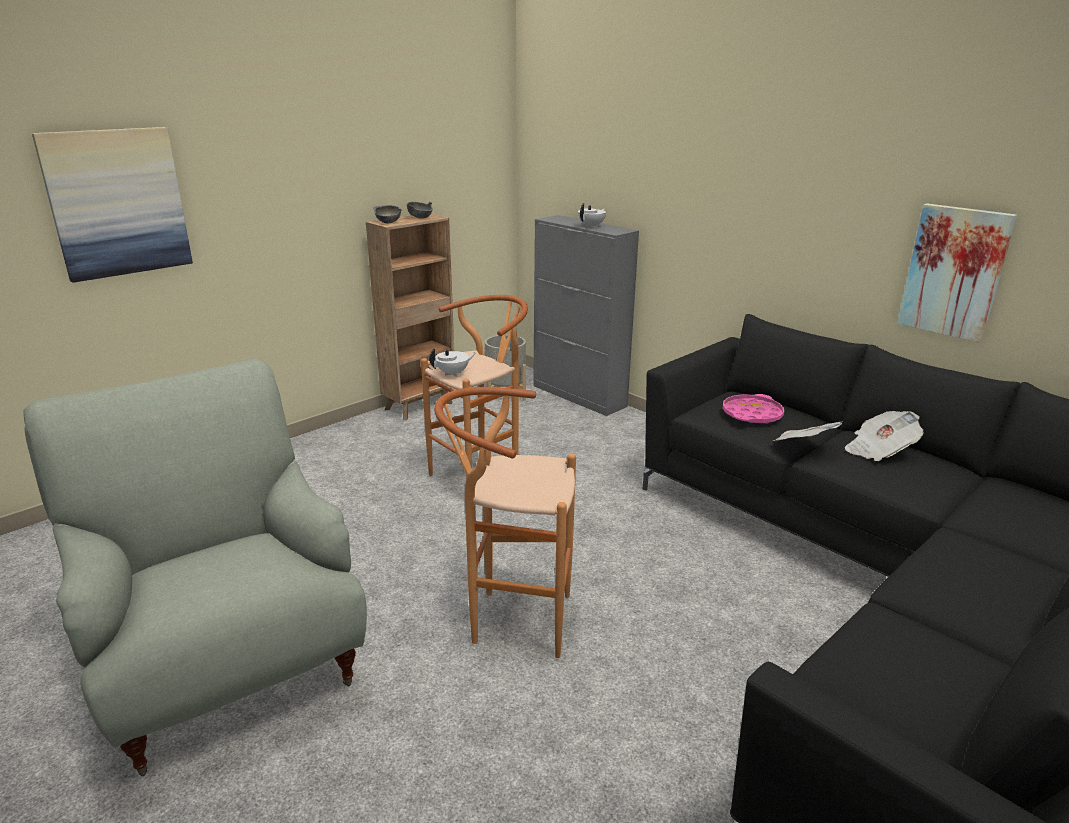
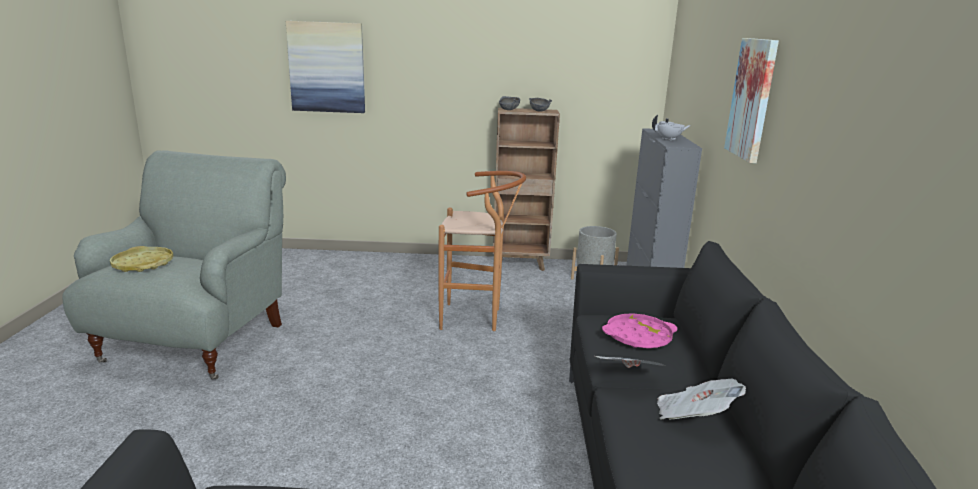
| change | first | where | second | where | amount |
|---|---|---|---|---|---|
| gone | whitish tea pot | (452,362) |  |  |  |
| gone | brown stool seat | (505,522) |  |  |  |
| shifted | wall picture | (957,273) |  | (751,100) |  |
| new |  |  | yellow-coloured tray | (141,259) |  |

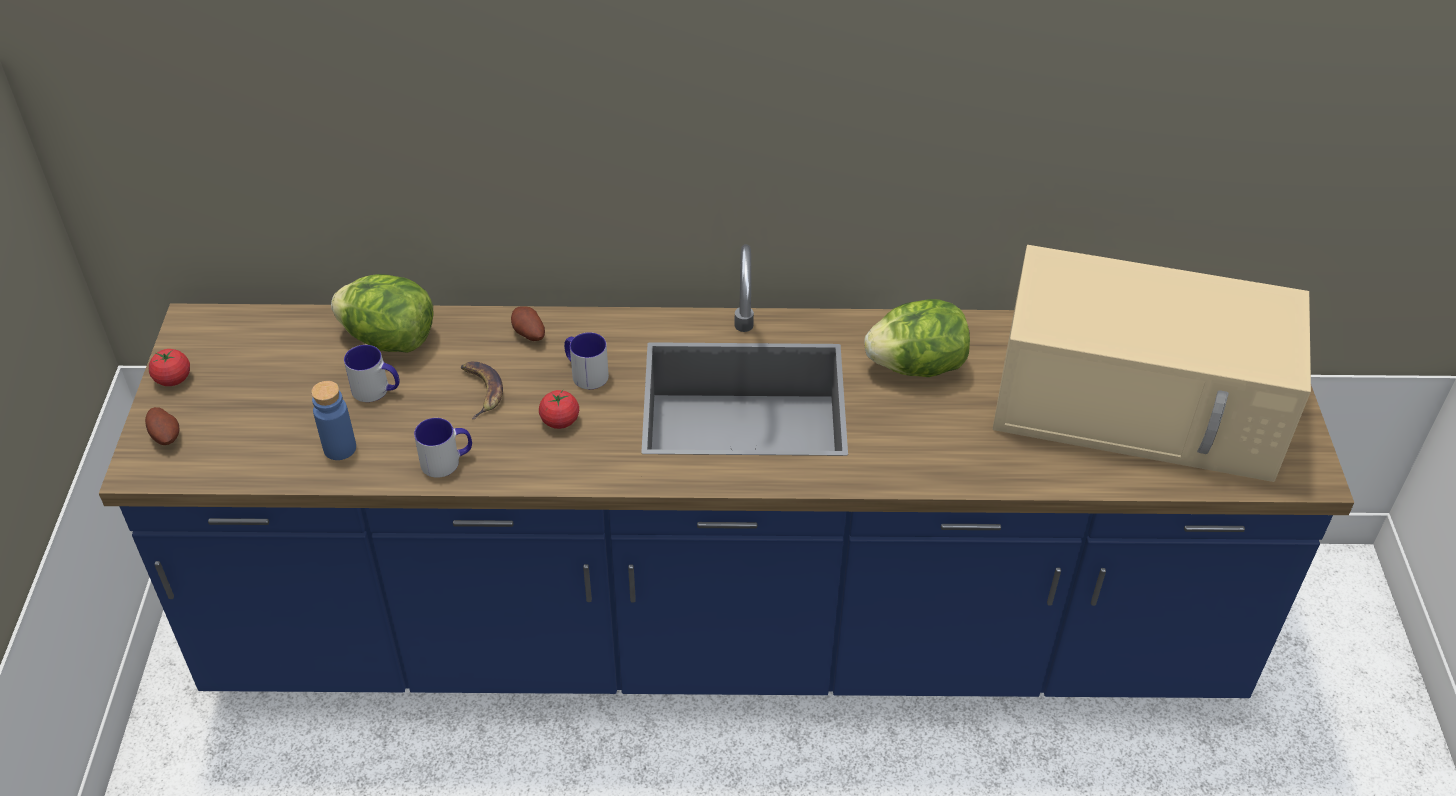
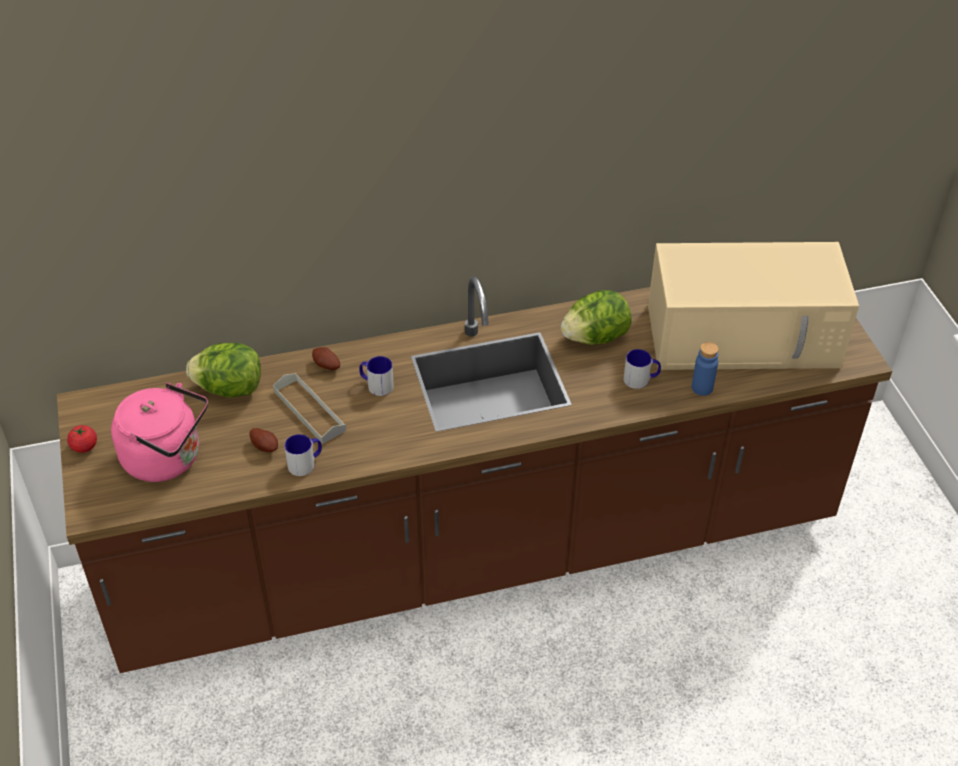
| change | first | where | second | where | amount |
|---|---|---|---|---|---|
| repainted | blue-coloured kitchen counter | (726,471) | brown kitchen counter | (474,474) |  |
| shifted | potato | (162,426) |  | (264,440) |  |
| shifted | blue-coloured drink bottle | (333,420) |  | (705,369) |  |
| shifted | tea mug | (372,373) |  | (642,369) |  |
| swapped | banana fruit | (482,390) | grey tray | (309,408) |  |
| gone | whole tomato | (559,409) |  |  |  |
| new |  |  | pinkish kettle | (159,432) |  |

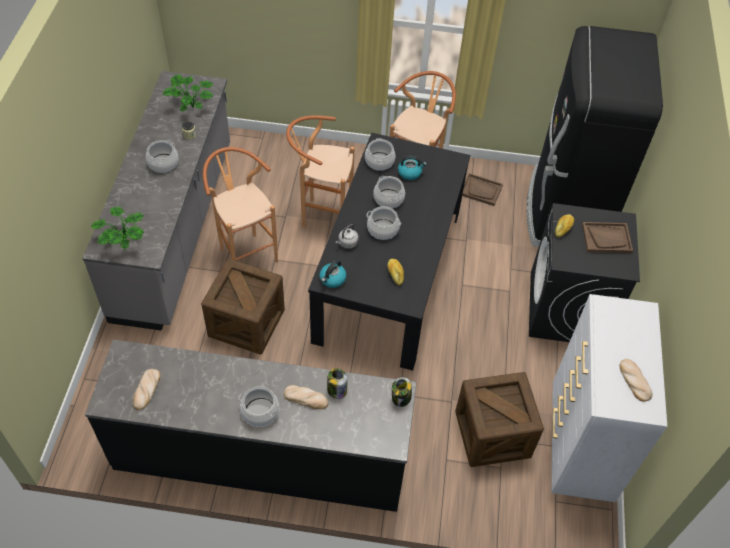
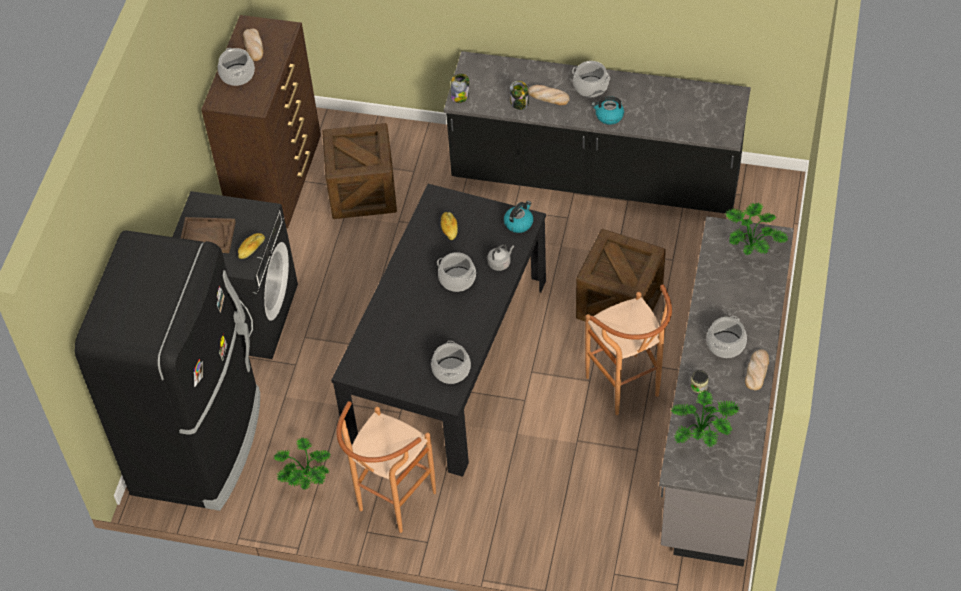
| change | first | where | second | where | amount |
|---|---|---|---|---|---|
| shifted | baked bread | (146,389) |  | (757,370) |  |
| gone | brown stool seat | (320,171) |  |  |  |
| shifted | saucepot | (389,192) |  | (236,67) |  |
| shifted | kettle | (412,168) |  | (607,110) |  |
| swapped | brown tray | (482,189) | plant in a pot | (302,463) |  |
| repainted | whitish chest of drawers | (609,398) | brown chest of drawers | (261,121) |  |

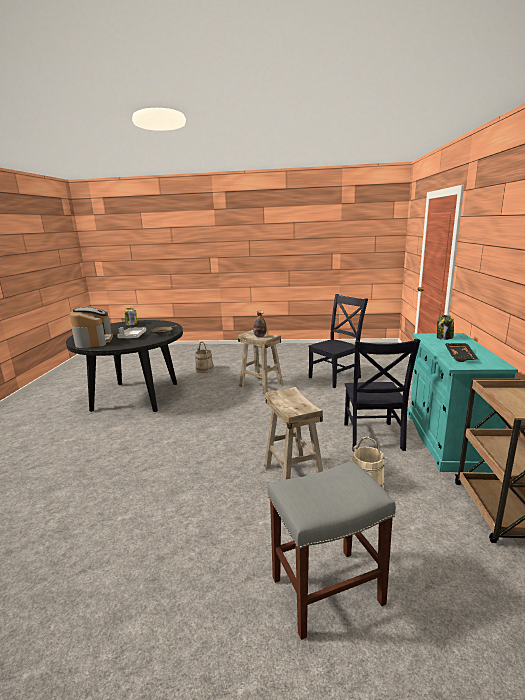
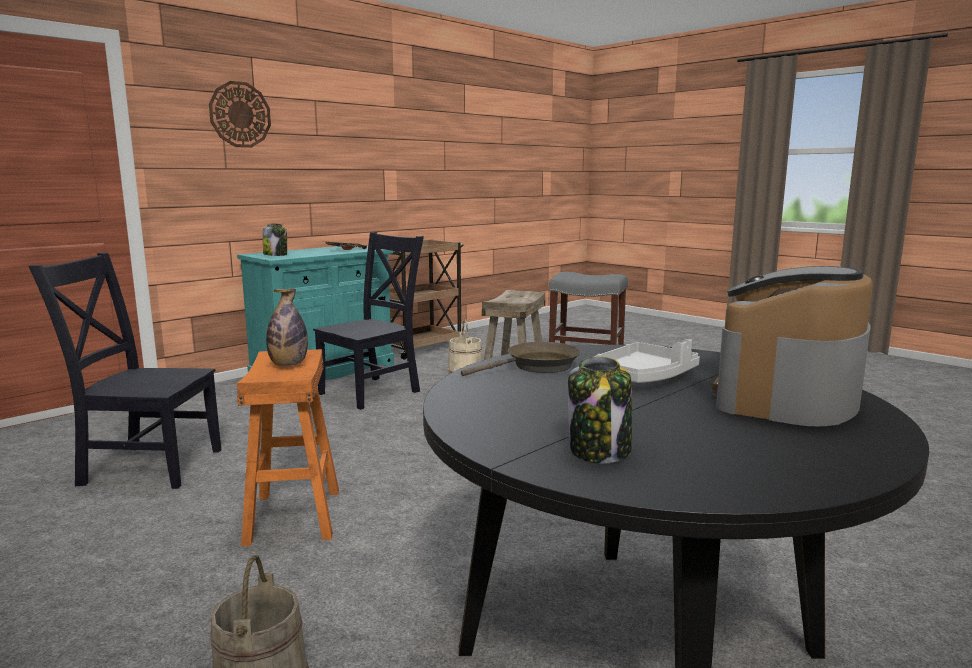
| change | first | where | second | where | amount |
|---|---|---|---|---|---|
| repainted | beige stool seat | (261,362) | orangey stool seat | (288,447) |  |
| new |  |  | clock on the wall | (240,114) |  |

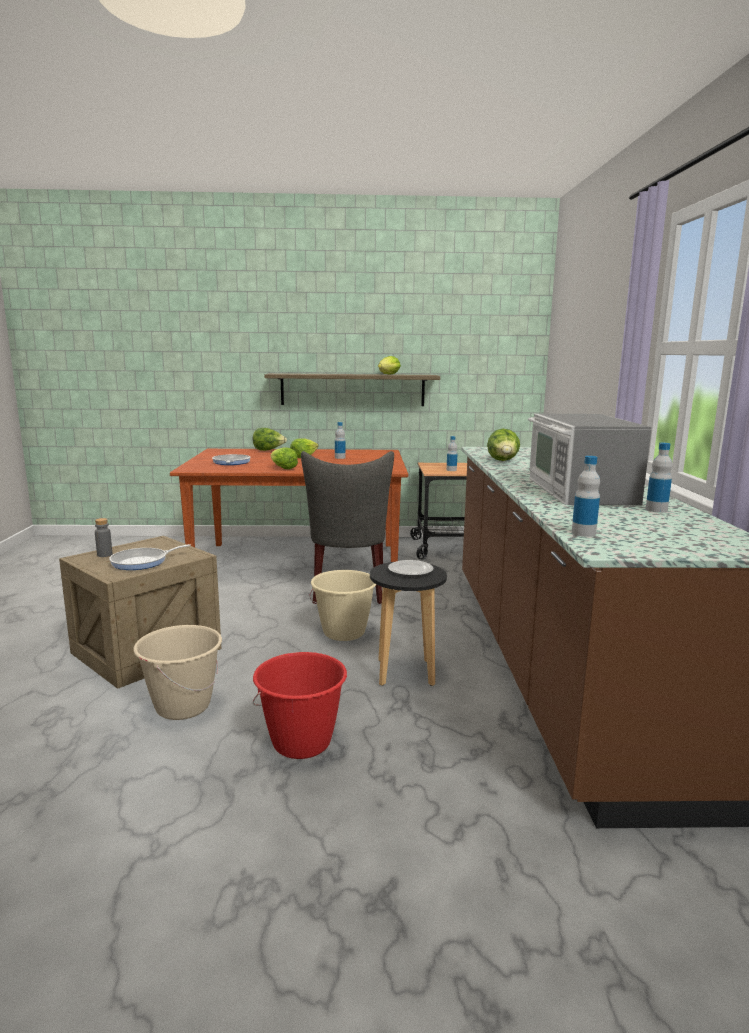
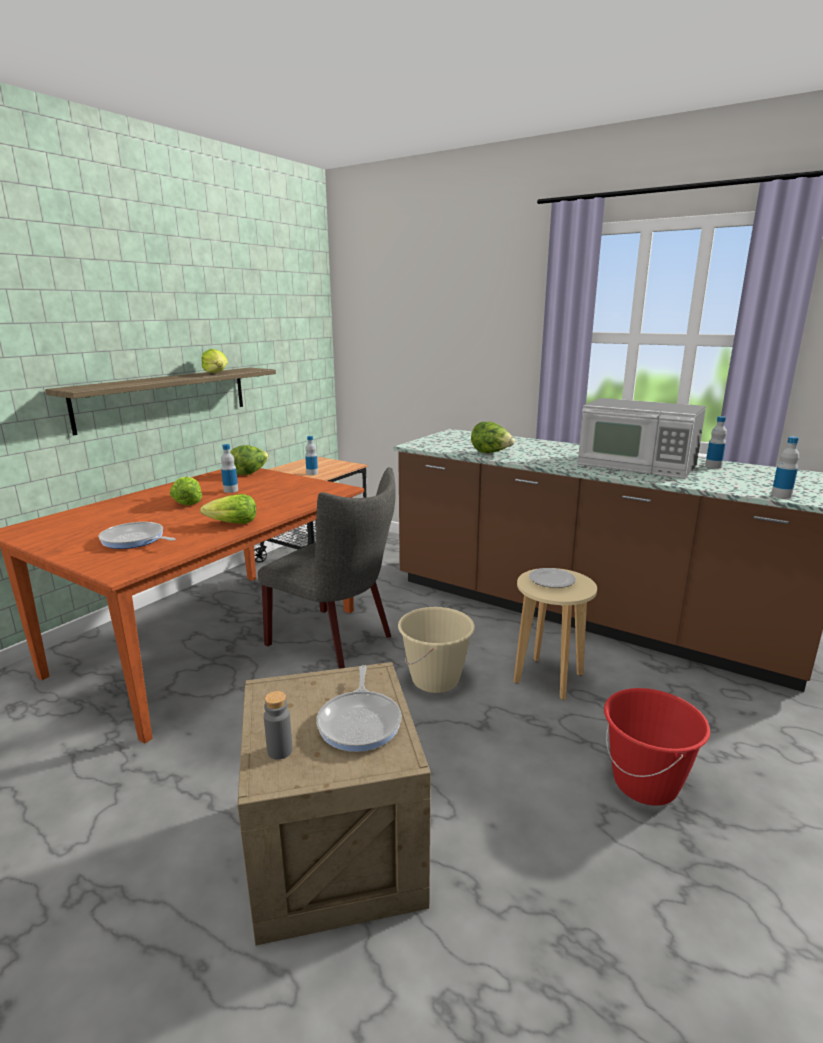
| change | first | where | second | where | amount |
|---|---|---|---|---|---|
| gone | beige bucket | (177,672) |  |  |  |
| shifted | lettuce | (270,439) |  | (249,460) |  |
| repainted | blackish stool seat | (408,624) | beige stool seat | (555,634) |  |

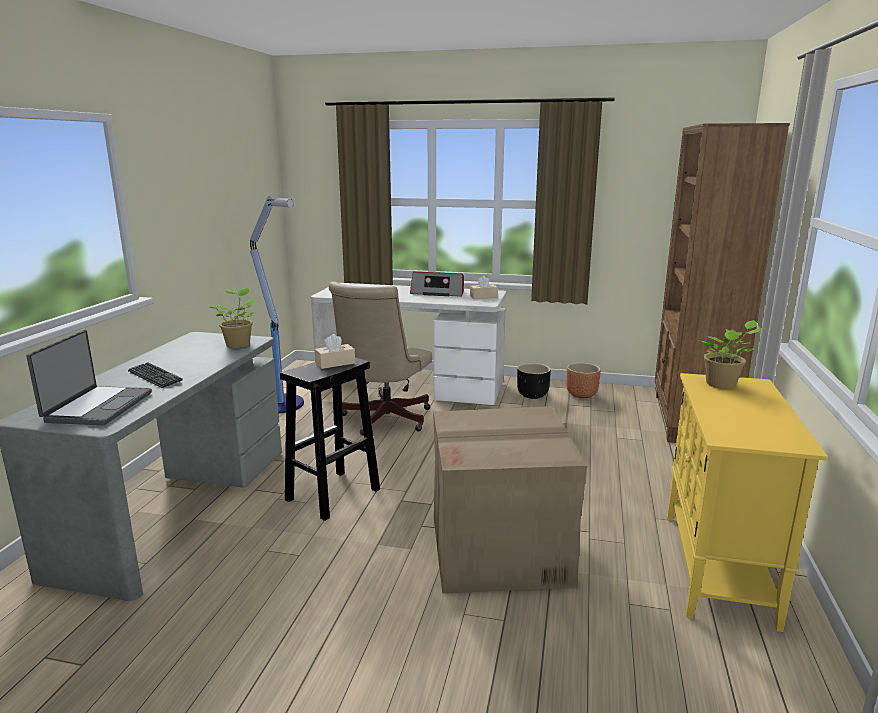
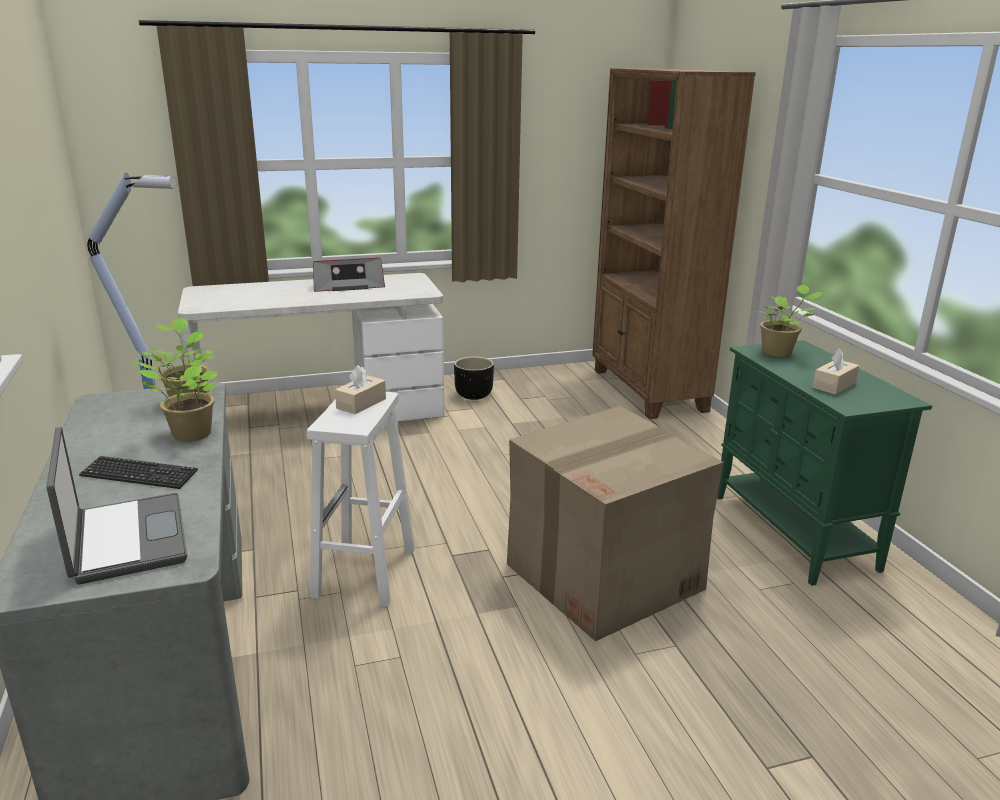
| change | first | where | second | where | amount |
|---|---|---|---|---|---|
| repainted | blackish stool seat | (330,439) | whitish stool seat | (361,499) |  |
| gone | beige computer chair | (380,358) |  |  |  |
| shifted | beige box of tissues | (484,287) |  | (835,371) |  |
| gone | brown planter | (584,380) |  |  |  |
| repainted | yellow-coloured cabinet | (747,502) | greenish cabinet | (824,463) |  |
| new |  |  | plant in a pot | (174,401) |  |

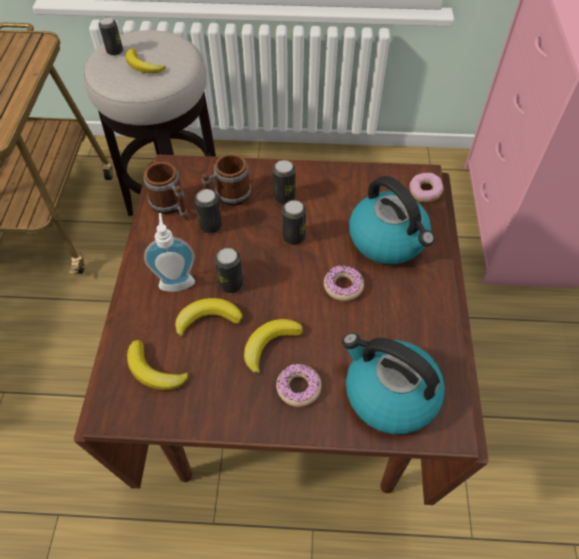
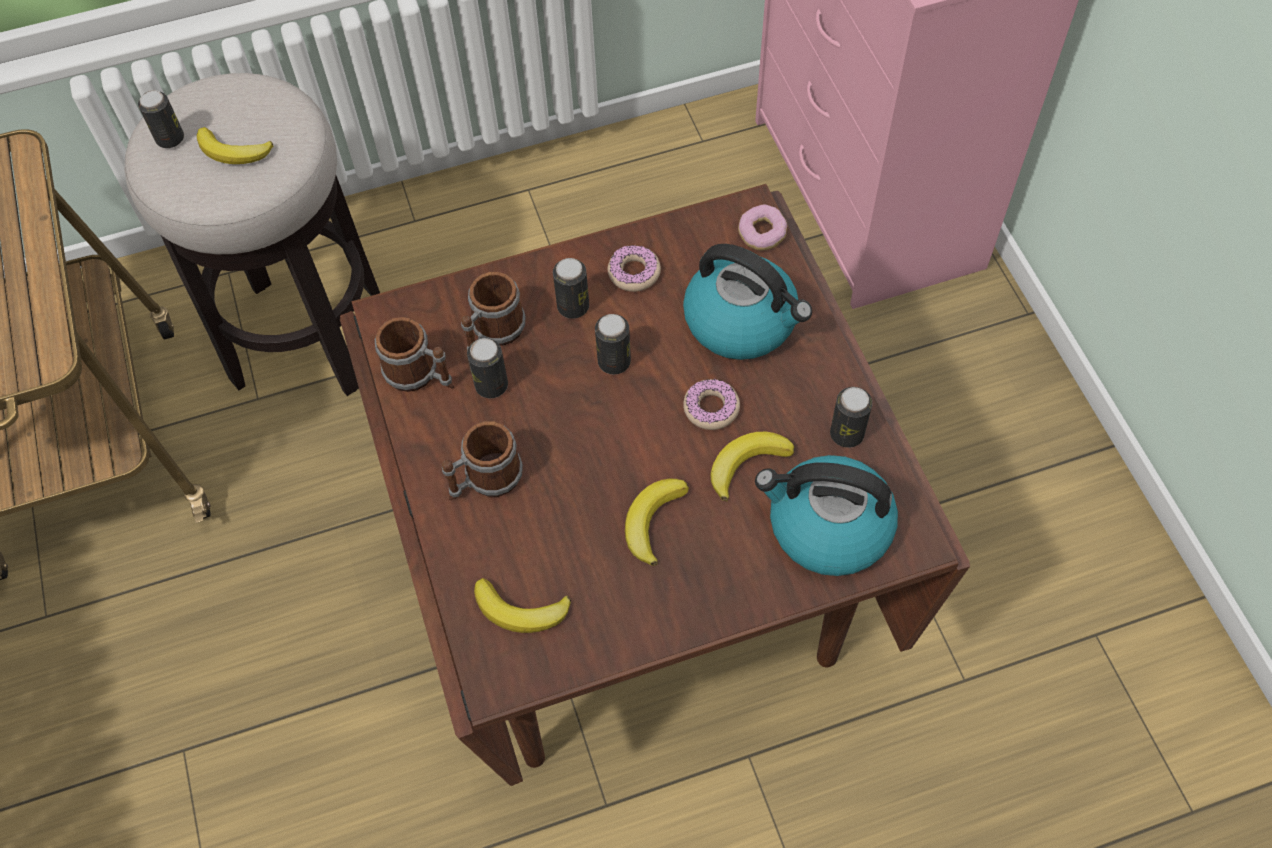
| change | first | where | second | where | amount |
|---|---|---|---|---|---|
| swapped | soap dispenser | (169,252) | tea mug | (482,461) |  |
| shifted | banana fruit | (209,318) |  | (753,466) |  |
| shifted | can | (229,270) |  | (851,417) |  |
| shifted | donut | (299,385) |  | (634,268) |  |

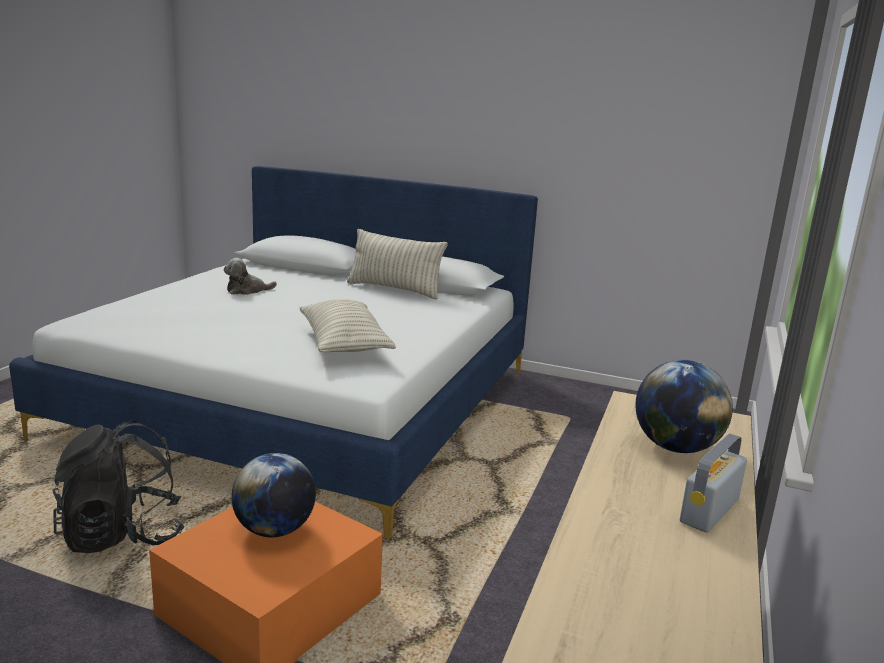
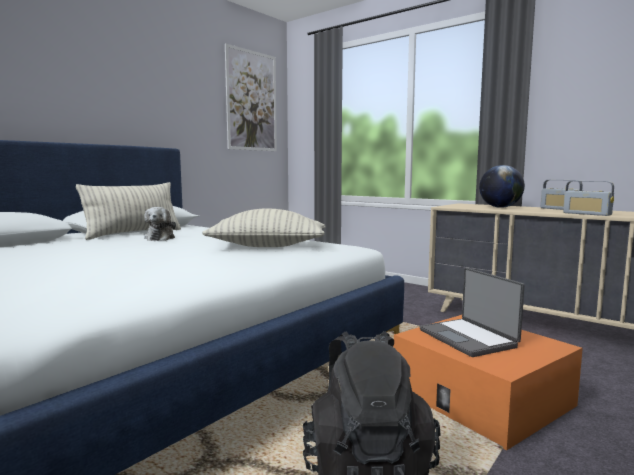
| change | first | where | second | where | amount |
|---|---|---|---|---|---|
| shifted | plush toy | (250,276) |  | (160,224) |  |
| swapped | desk globe | (273,495) | notebook computer | (472,312) |  |
| new |  |  | wall picture | (251,97) |  |
| new |  |  | radio | (588,198) |  |

